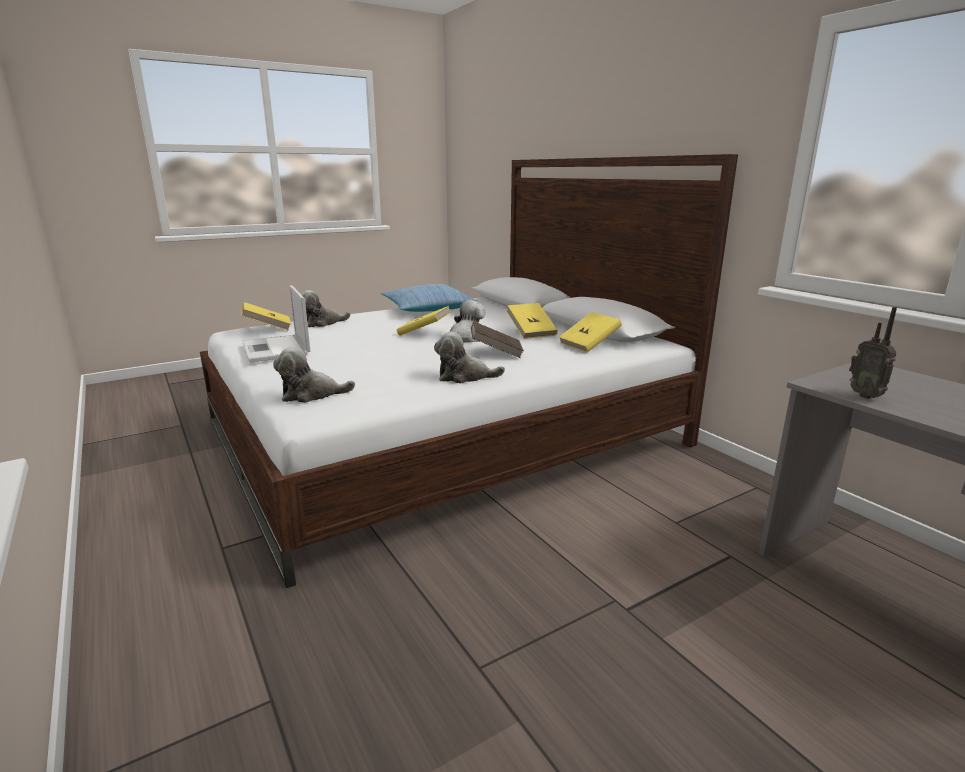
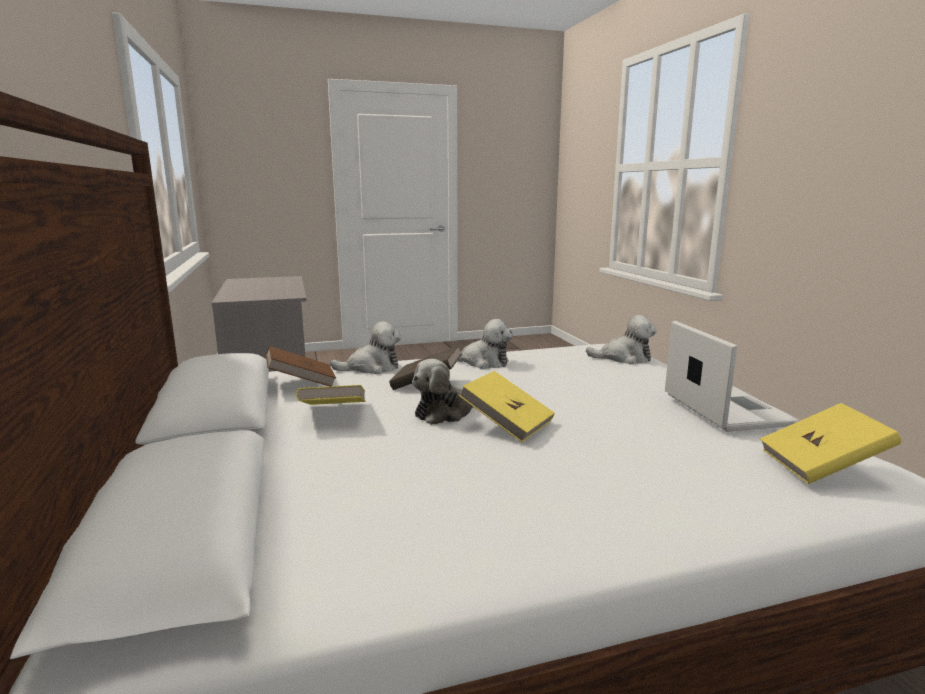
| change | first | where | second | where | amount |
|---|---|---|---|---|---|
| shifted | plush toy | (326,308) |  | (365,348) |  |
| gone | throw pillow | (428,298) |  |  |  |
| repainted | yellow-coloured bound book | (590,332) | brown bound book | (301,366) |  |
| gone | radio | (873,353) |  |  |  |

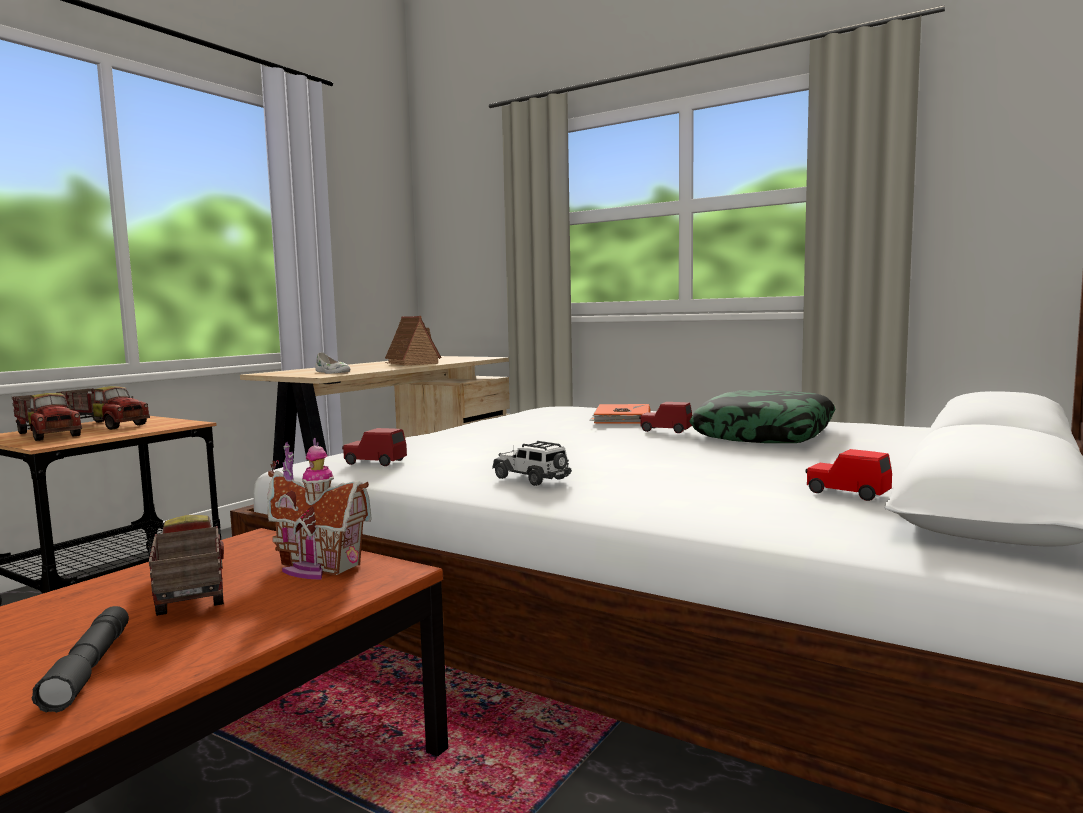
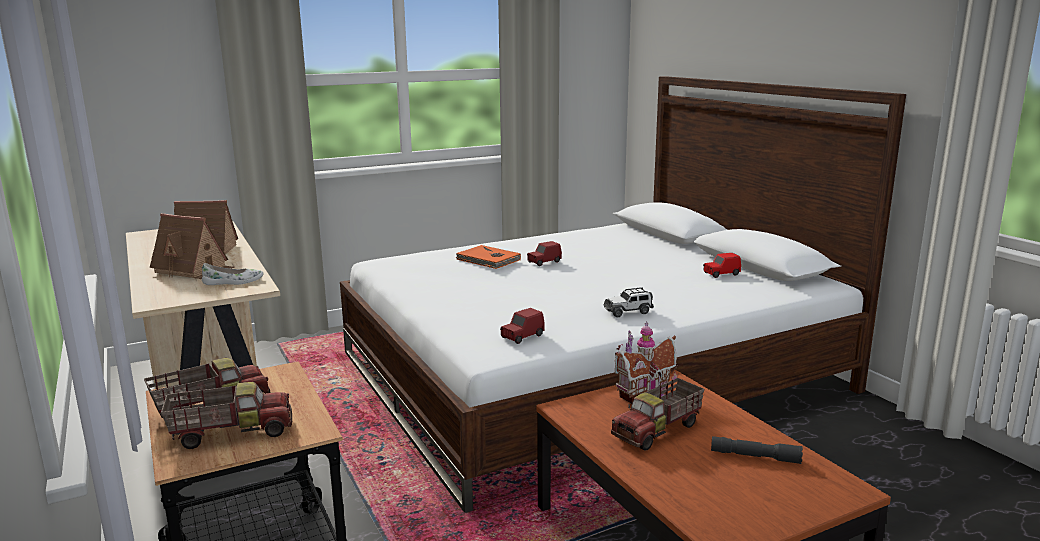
| change | first | where | second | where | amount |
|---|---|---|---|---|---|
| rotated | model truck | (186,565) |  | (657,414) | 45 degrees counterclockwise |
| gone | throw pillow | (762,416) |  |  |  |
| new |  |  | toy house | (192,246) |  |

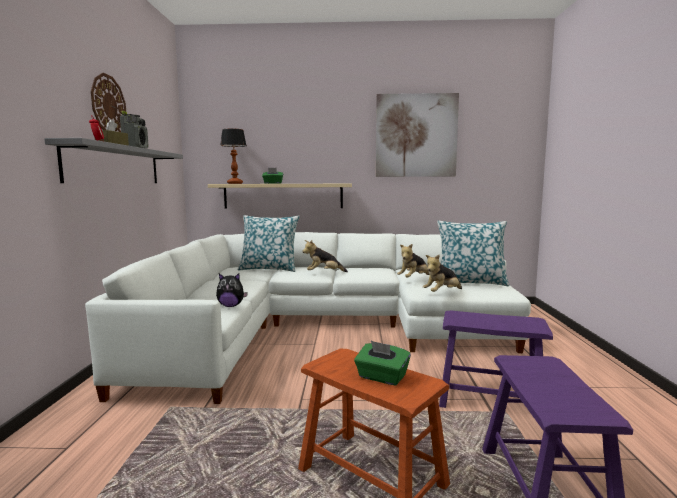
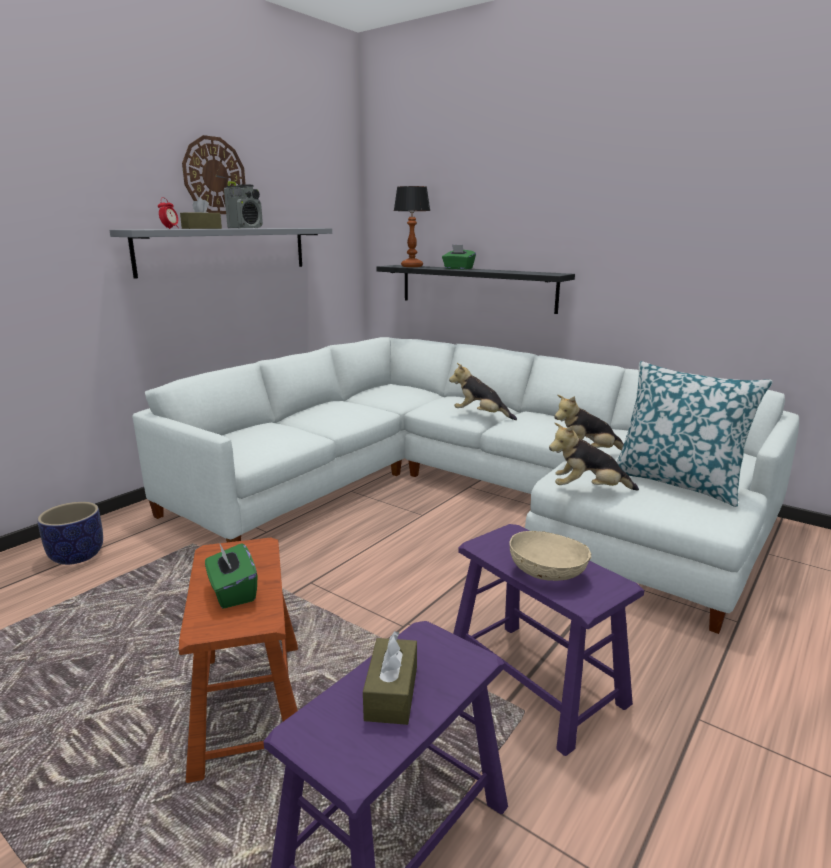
| change | first | where | second | where | amount |
|---|---|---|---|---|---|
| repainted | beige wall shelf | (280,196) | blackish wall shelf | (476,289) |  |
| gone | plush toy | (232,290) |  |  |  |
| gone | throw pillow | (269,243) |  |  |  |
| gone | wall picture | (417,135) |  |  |  |
| new |  |  | planter | (70,533) |  |
| new |  |  | brown box of tissues | (390,678) |  |
| new |  |  | beige deep dish | (550,556) |  |

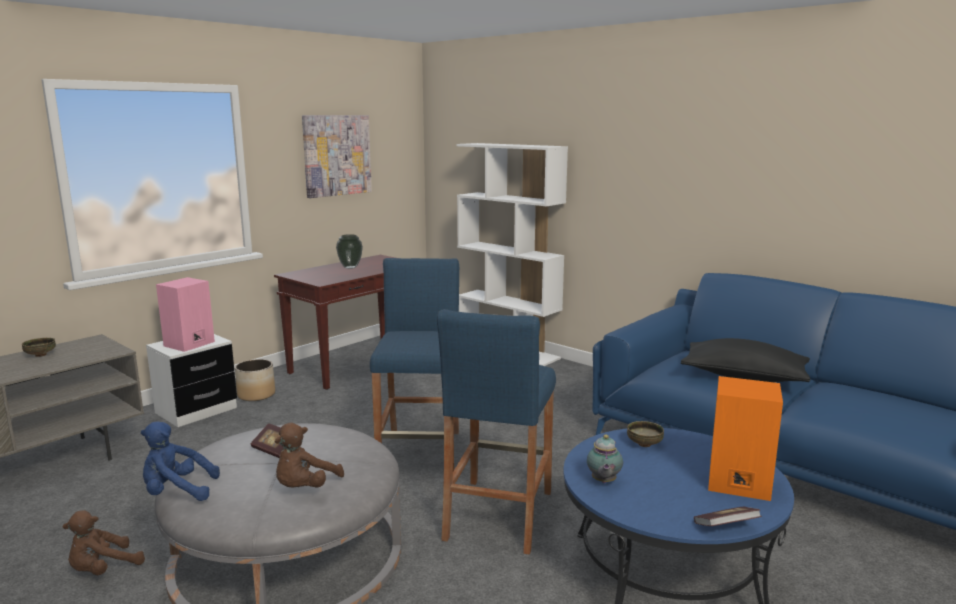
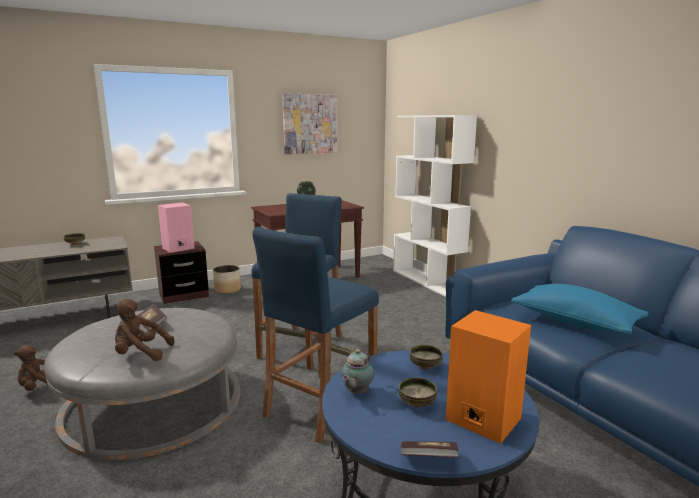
| change | first | where | second | where | amount |
|---|---|---|---|---|---|
| gone | blue-coloured plush toy | (180,461) |  |  |  |
| repainted | whitish bedside table | (191,380) | brown bedside table | (181,272) |  |
| rotated | brown plush toy | (309,455) |  | (145,330) | 45 degrees clockwise |
| repainted | blackish throw pillow | (745,360) | blue-coloured throw pillow | (580,309) |  |
| new |  |  | deep dish | (418,392) |  |

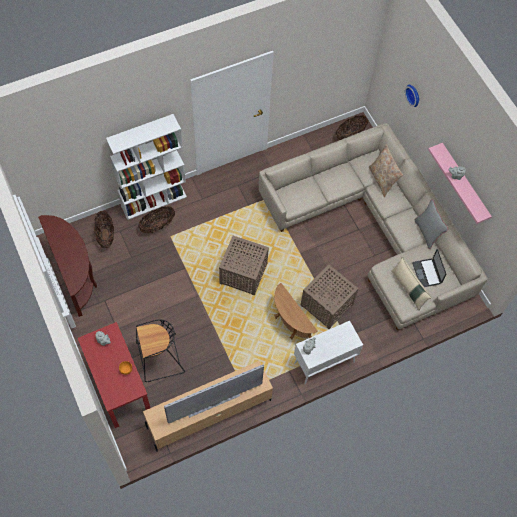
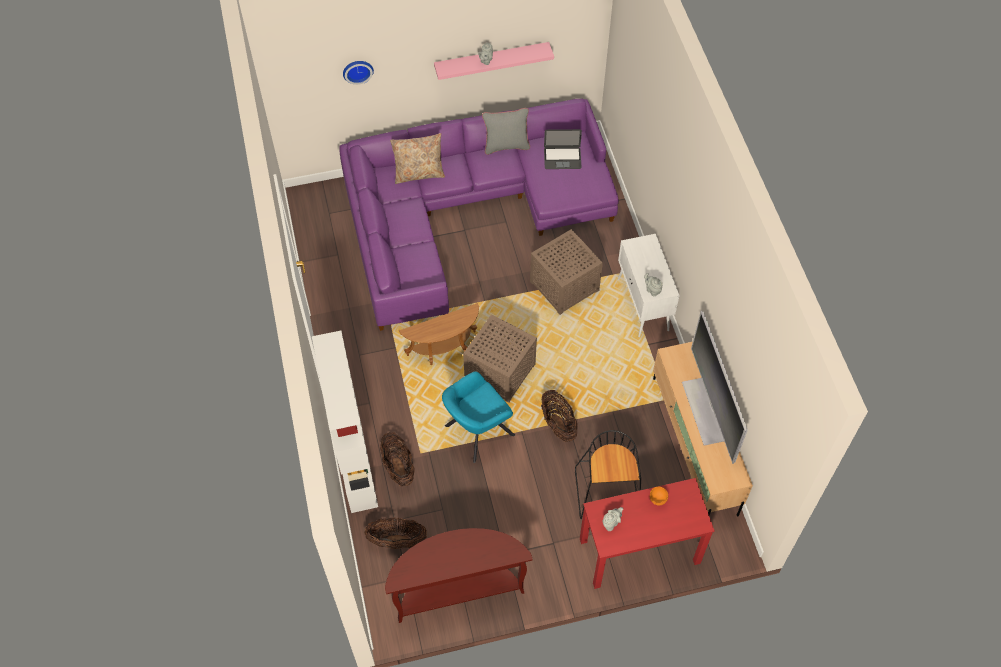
| change | first | where | second | where | amount |
|---|---|---|---|---|---|
| repainted | beige settee | (373,227) | purple-coloured settee | (479,215) |  |
| shifted | brown accent table | (296,311) |  | (439,334) |  |
| shifted | basket | (352,127) |  | (559,416) |  |
| gone | beige throw pillow | (411,283) |  |  |  |
| new |  |  | blue-green easy chair | (478,417) |  |

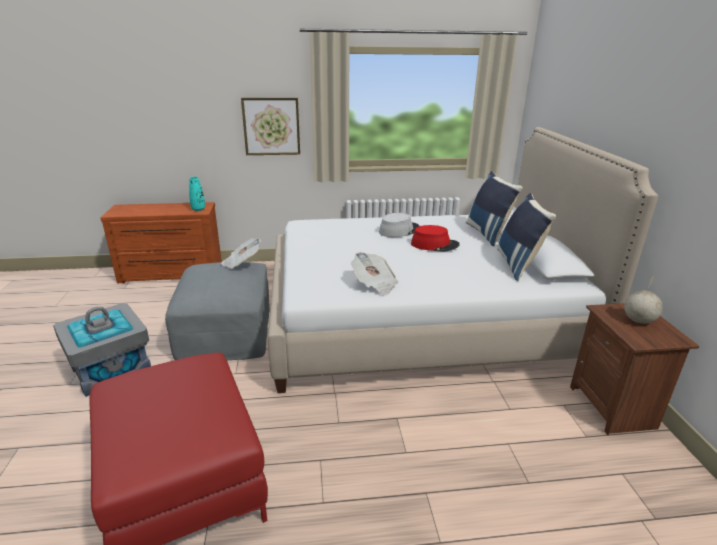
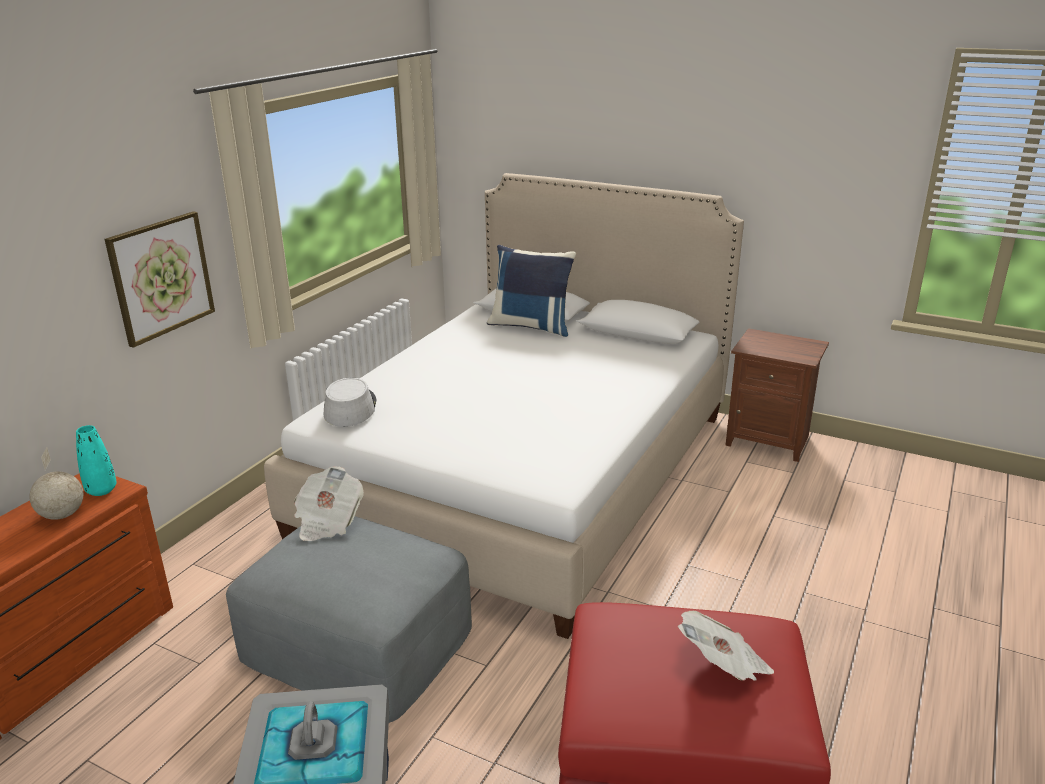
| change | first | where | second | where | amount |
|---|---|---|---|---|---|
| shifted | daily paper | (374,273) |  | (726,646) |  |
| shifted | grey wearable hat | (399,225) |  | (350,402) |  |
| gone | red wearable hat | (435,238) |  |  |  |
| gone | blue-coloured throw pillow | (526,237) |  |  |  |
| shifted | desk globe | (643,299) |  | (56,483) |  |

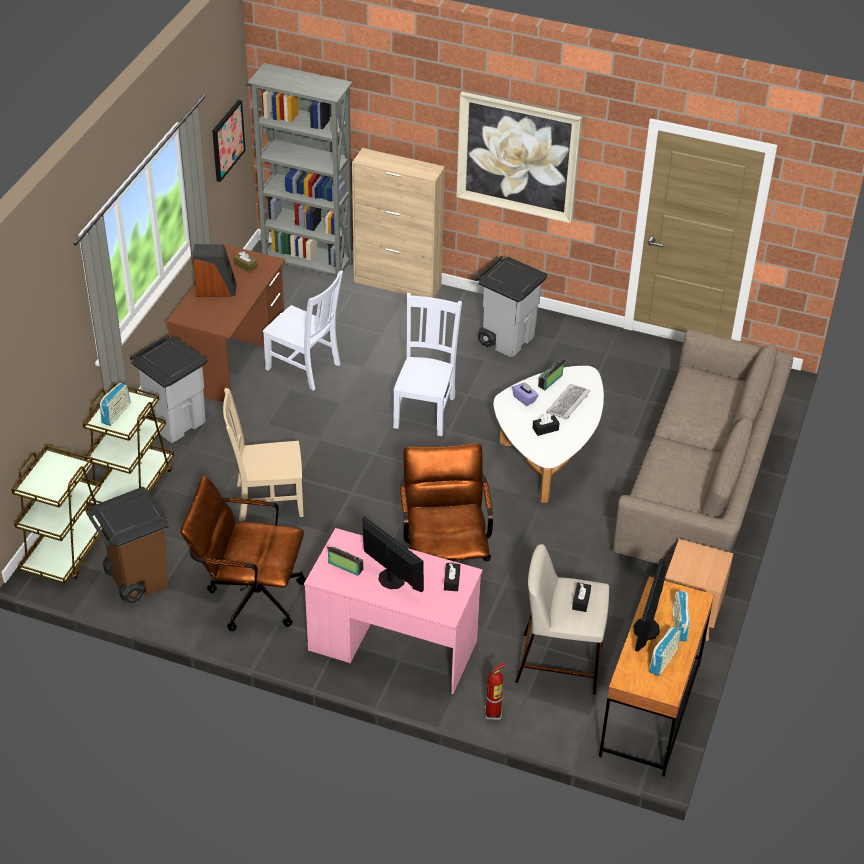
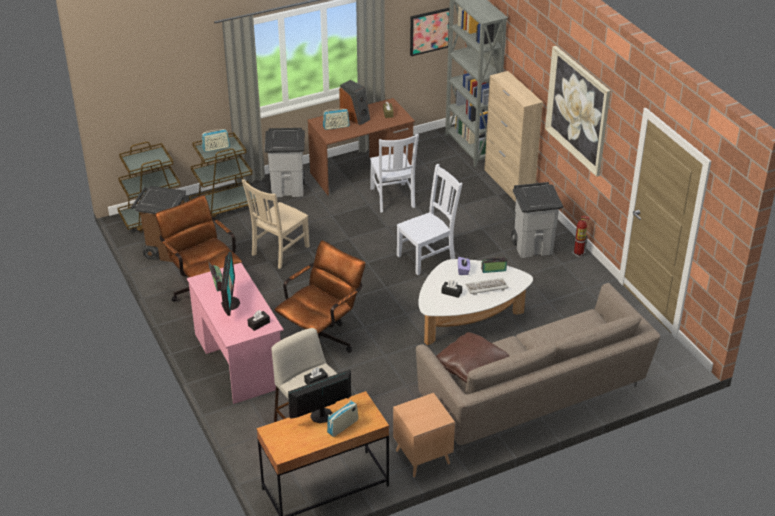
| change | first | where | second | where | amount |
|---|---|---|---|---|---|
| rotated | beige plain chair | (263,454) |  | (276,224) | 90 degrees counterclockwise |
| shifted | extinguisher | (495,691) |  | (581,237) |  |
| shifted | radio | (665,651) |  | (336,119) |  |
| new |  |  | brown throw pillow | (473,357) |  |

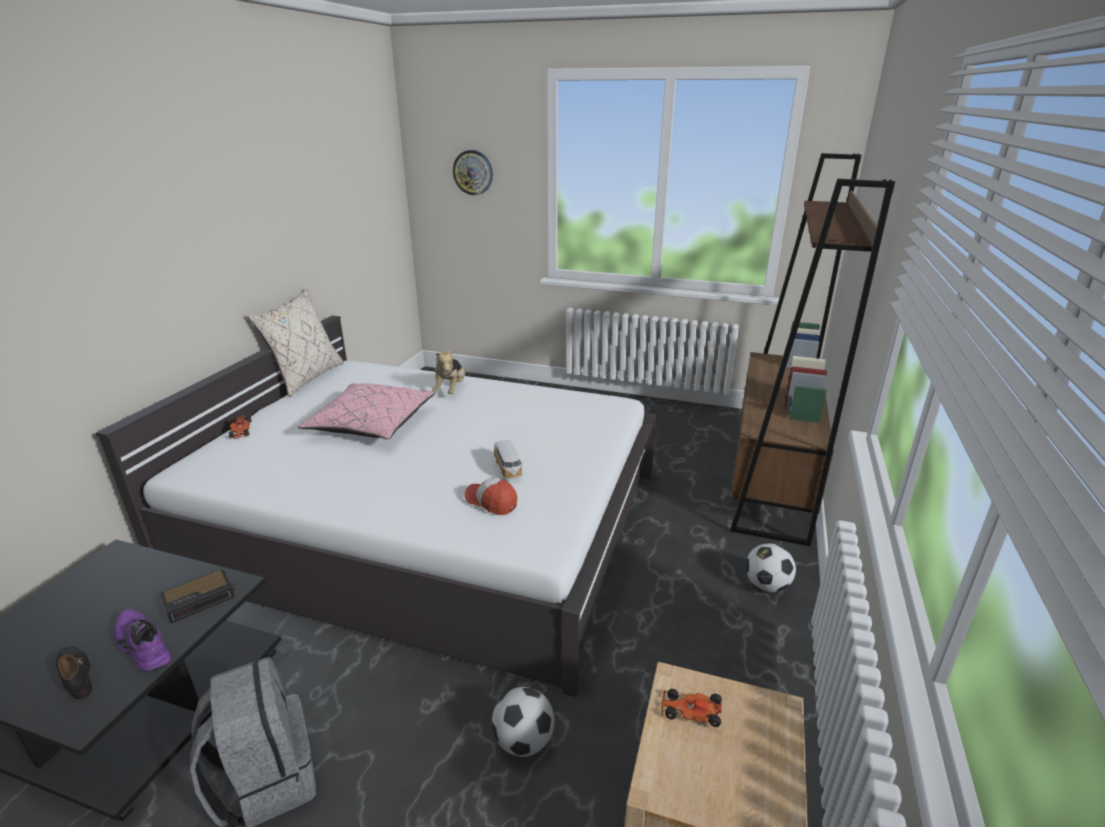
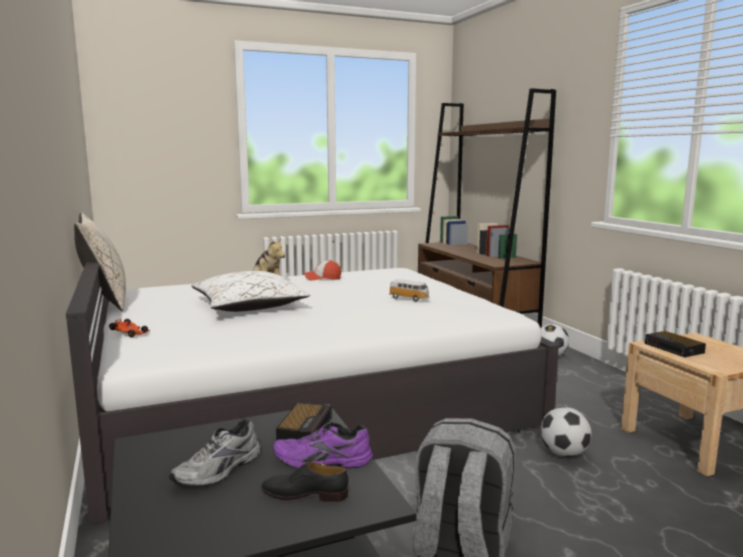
| change | first | where | second | where | amount |
|---|---|---|---|---|---|
| repainted | pinkish throw pillow | (367,411) | whitish throw pillow | (250,291) |  |
| gone | clock on the wall | (473,172) |  |  |  |
| shifted | baseball cap | (490,496) |  | (323,270) |  |
| swapped | miniature car | (691,708) | alarm clock | (675,344) |  |
| new |  |  | grey item of footwear | (215,452) |  |

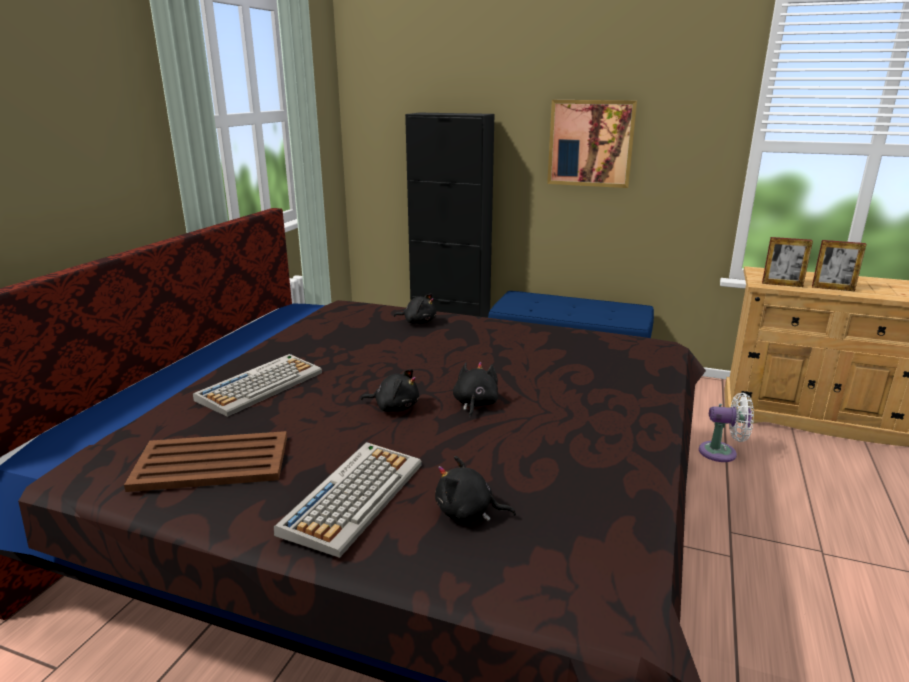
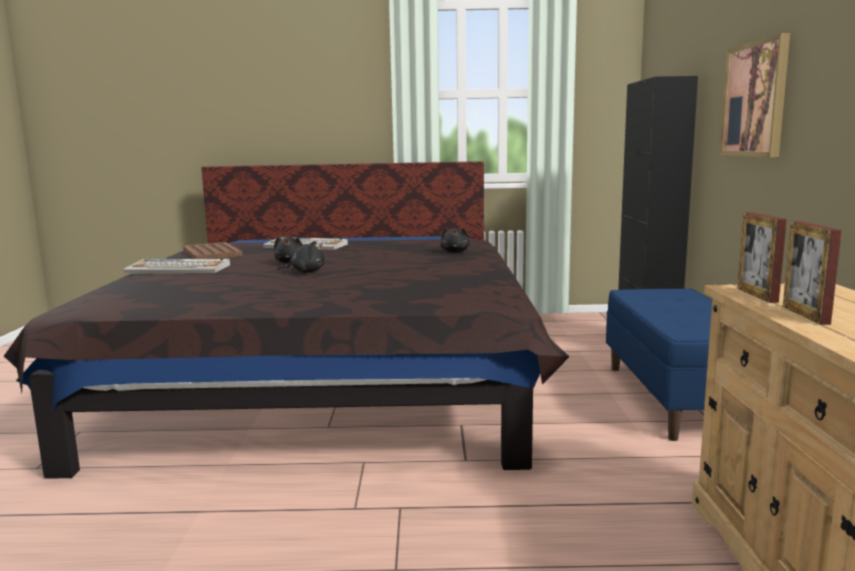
| change | first | where | second | where | amount |
|---|---|---|---|---|---|
| gone | blackish plush toy | (475,489) |  |  |  |
| gone | whitish fan | (726,427) |  |  |  |

